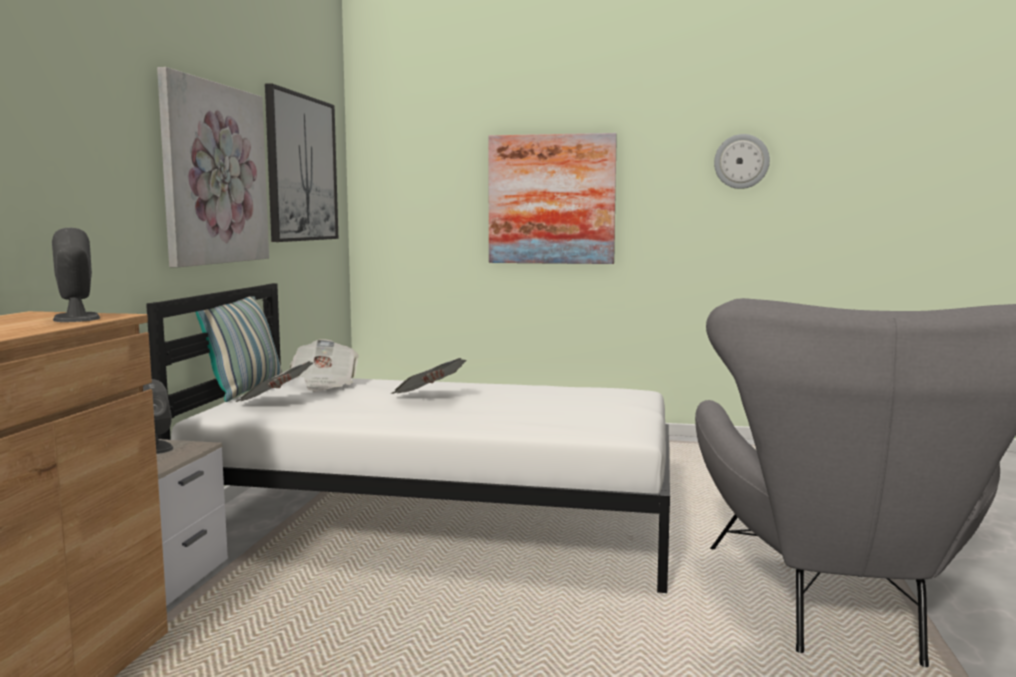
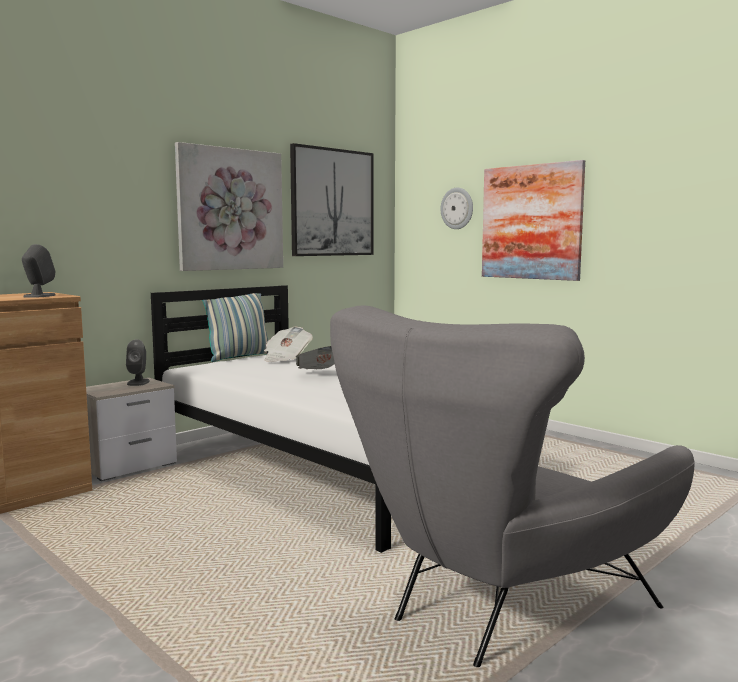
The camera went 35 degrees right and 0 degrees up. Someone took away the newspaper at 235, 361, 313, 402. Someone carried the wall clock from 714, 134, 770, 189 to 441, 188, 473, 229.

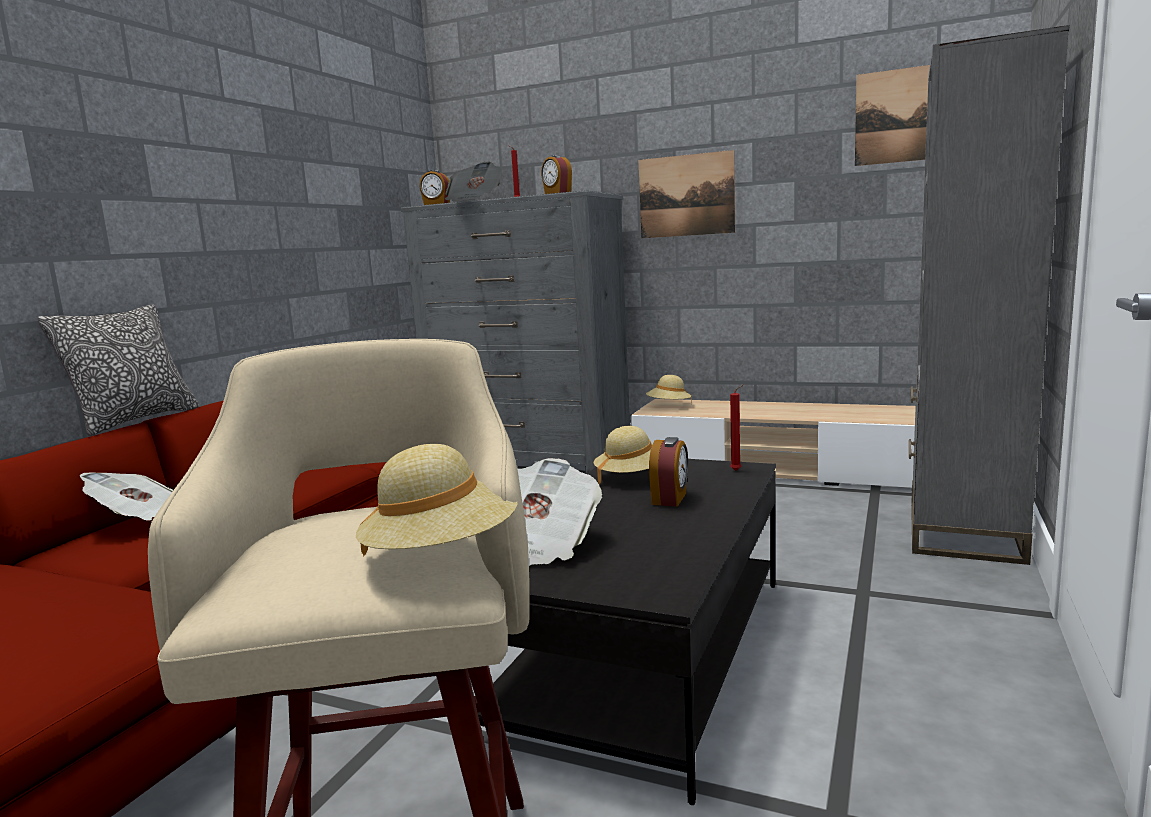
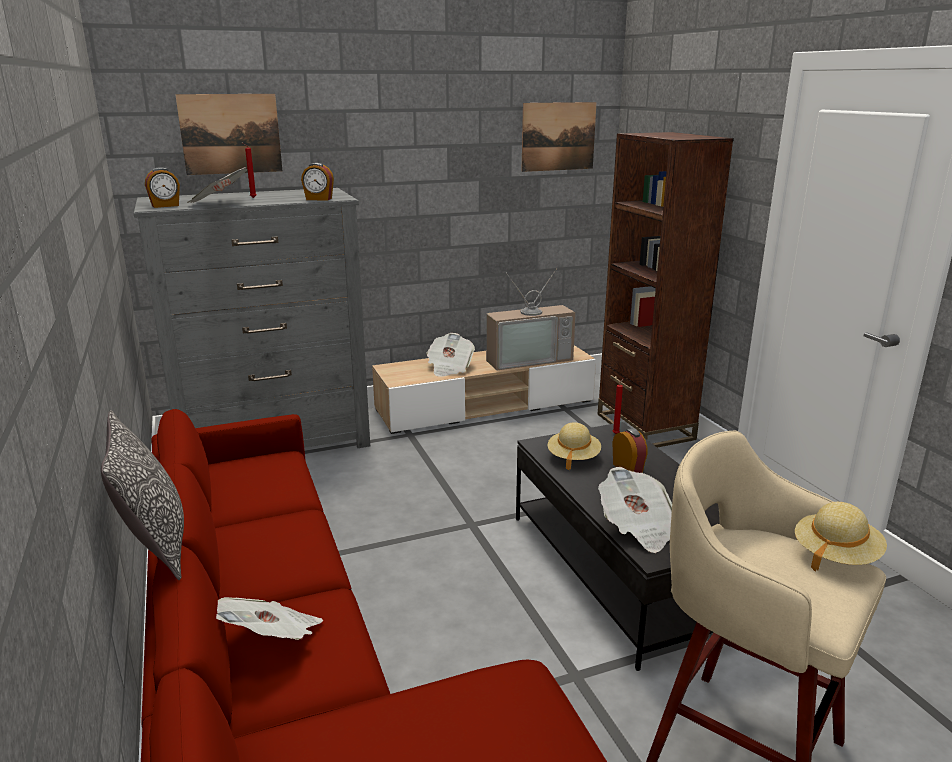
The camera went 45 degrees left and 10 degrees up. Someone carried the wall picture from 638, 150, 735, 238 to 175, 94, 282, 175. Someone took away the sand-coloured wearable hat at 646, 375, 692, 404. Someone repainted the grey bookshelf at 909, 25, 1070, 565, which became the brownish bookshelf at 598, 132, 734, 448. Someone put down the newspaper at 426, 333, 475, 377. Someone put down the television at 486, 268, 576, 370.

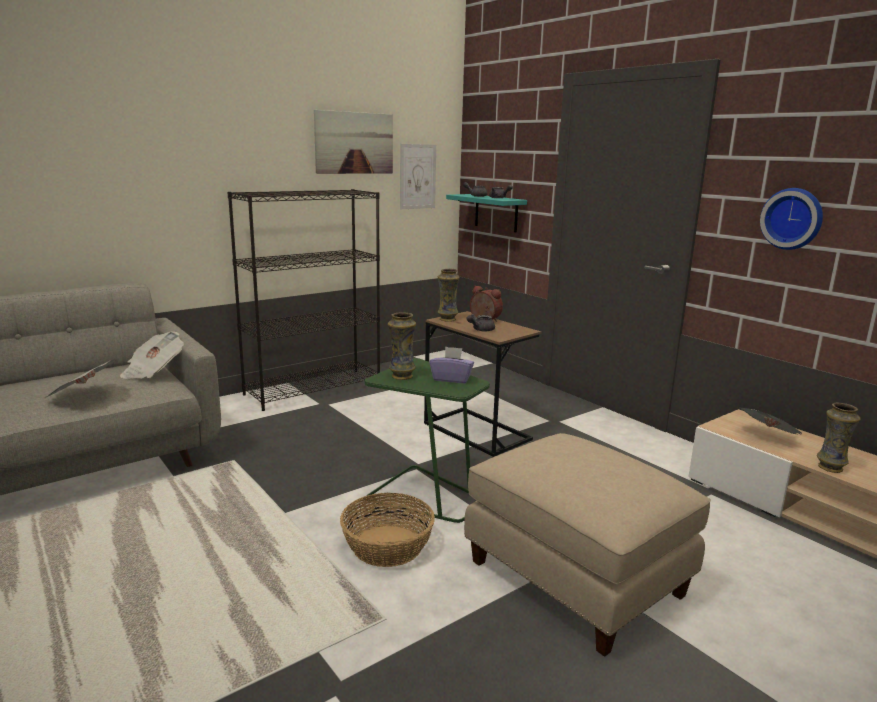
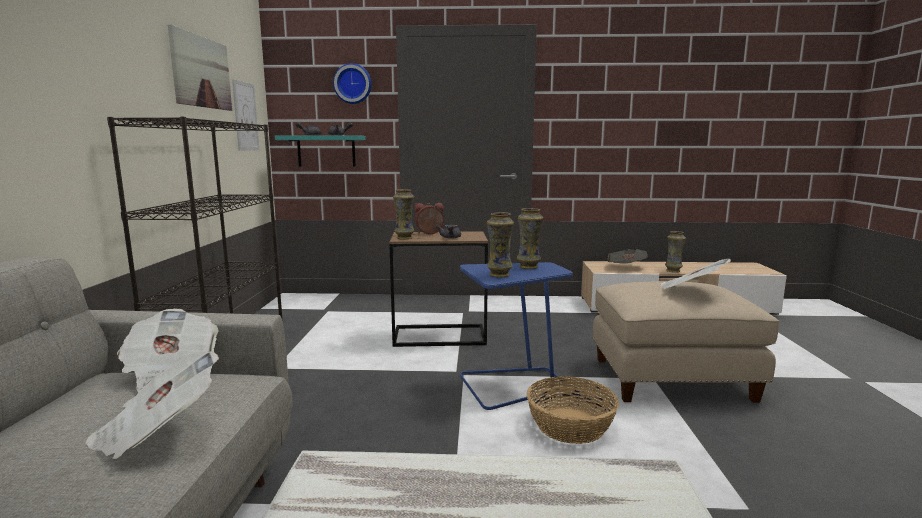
The camera went 50 degrees left and 5 degrees down. Someone repainted the green-coloured side table at 364, 358, 490, 523, which became the blue side table at 460, 262, 573, 410. Someone swapped the purple tissue holder at 429, 346, 474, 383 for the vase at 517, 208, 543, 269. Someone carried the wall clock from 760, 188, 823, 250 to 333, 63, 371, 104. Someone put down the newspaper at 660, 259, 731, 289.

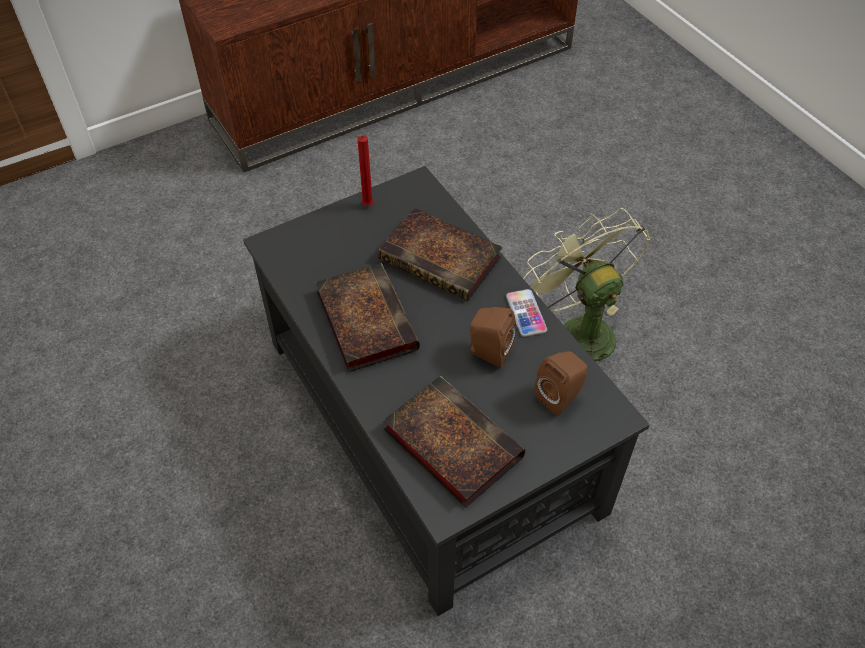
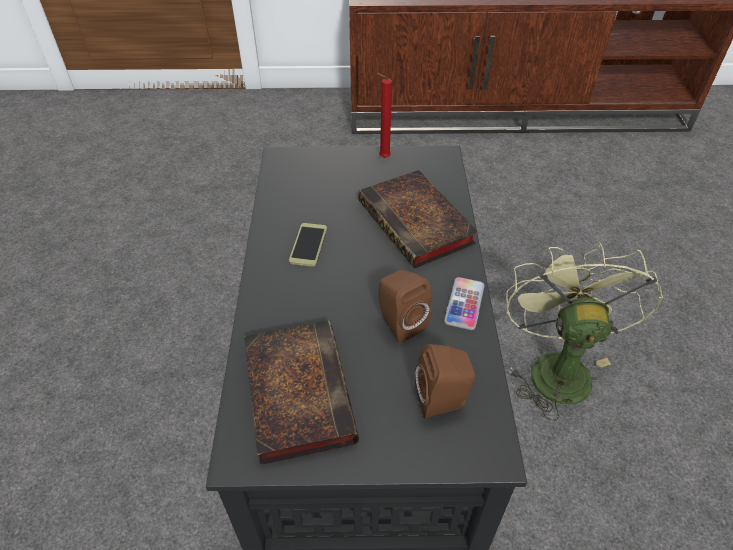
The camera went 30 degrees right and 5 degrees down. Someone swapped the bound book at 315, 263, 420, 372 for the phone at 289, 223, 327, 267.

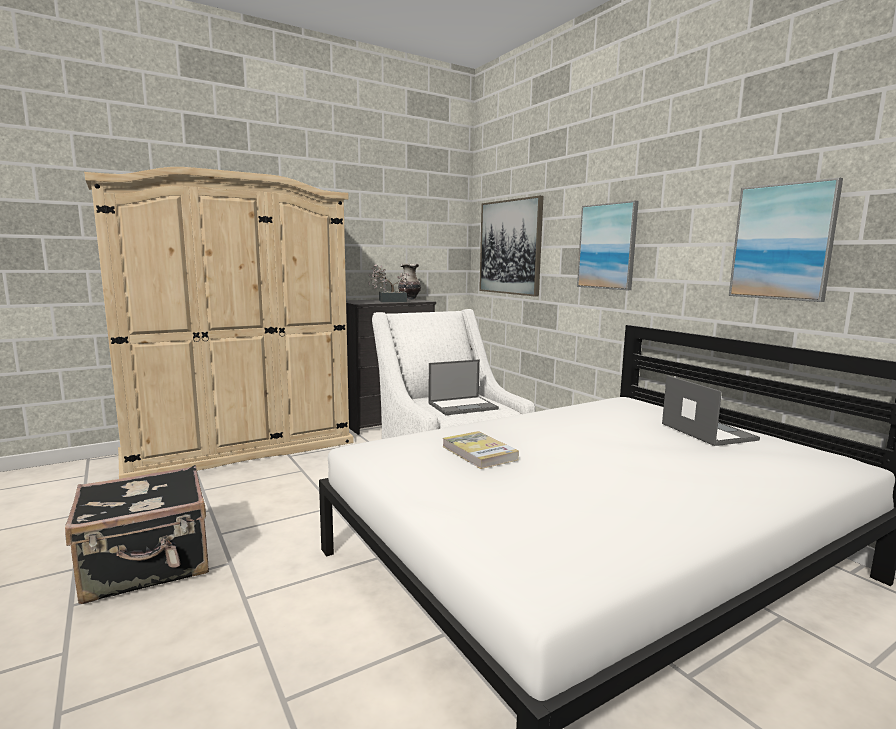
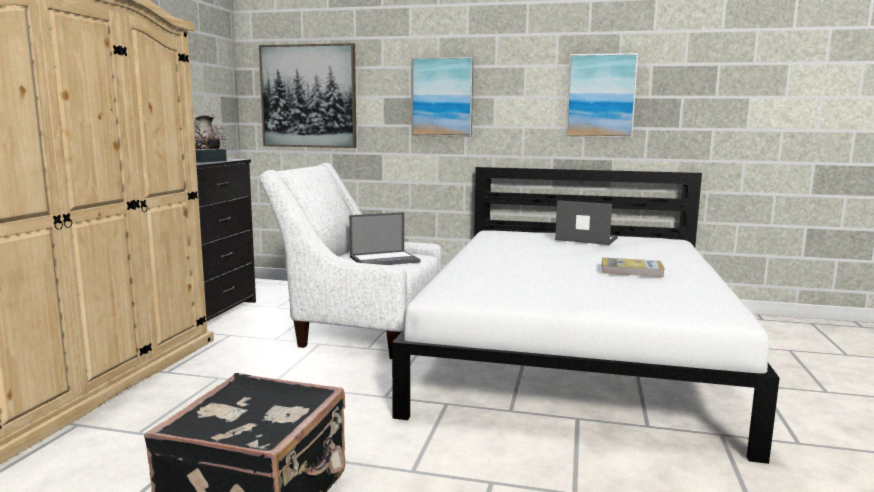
The camera went 45 degrees left and 0 degrees up. Someone rotated the notebook computer at 428, 359, 499, 415 by 45 degrees clockwise. Someone carried the bound book from 442, 431, 519, 469 to 602, 258, 665, 277.

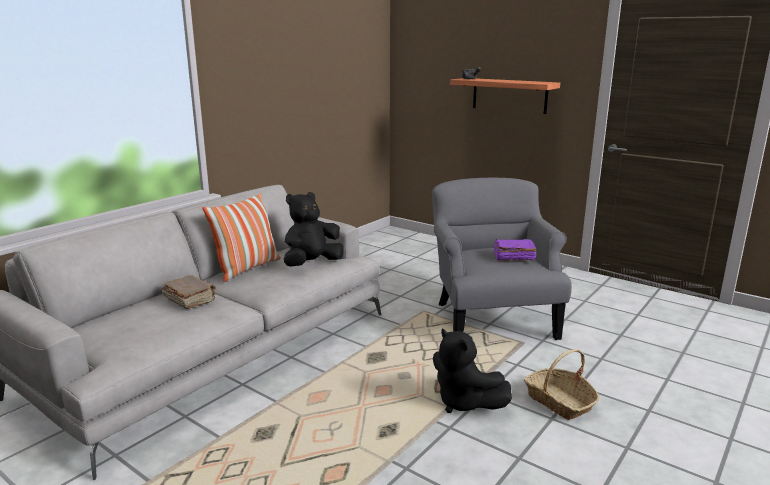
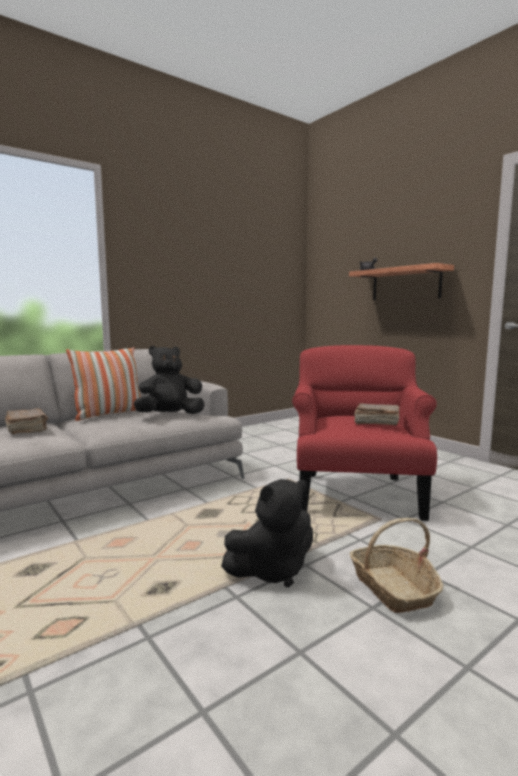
The camera went 15 degrees right and 10 degrees down. Someone repainted the grey lounge chair at 432, 178, 572, 340, which became the red-coloured lounge chair at 292, 345, 437, 521. Someone rotated the black soft toy at 433, 328, 512, 413 by 90 degrees counterclockwise. Someone repainted the purple bound book at 494, 239, 537, 261, which became the brownish bound book at 355, 403, 399, 425.

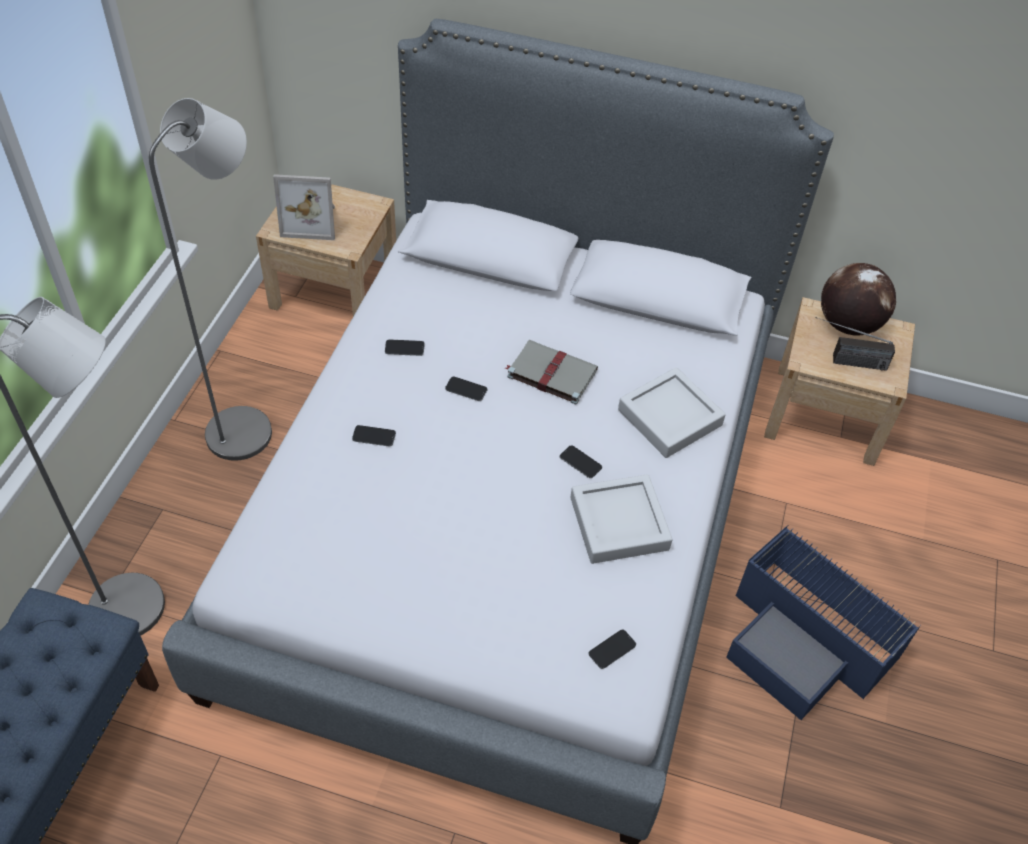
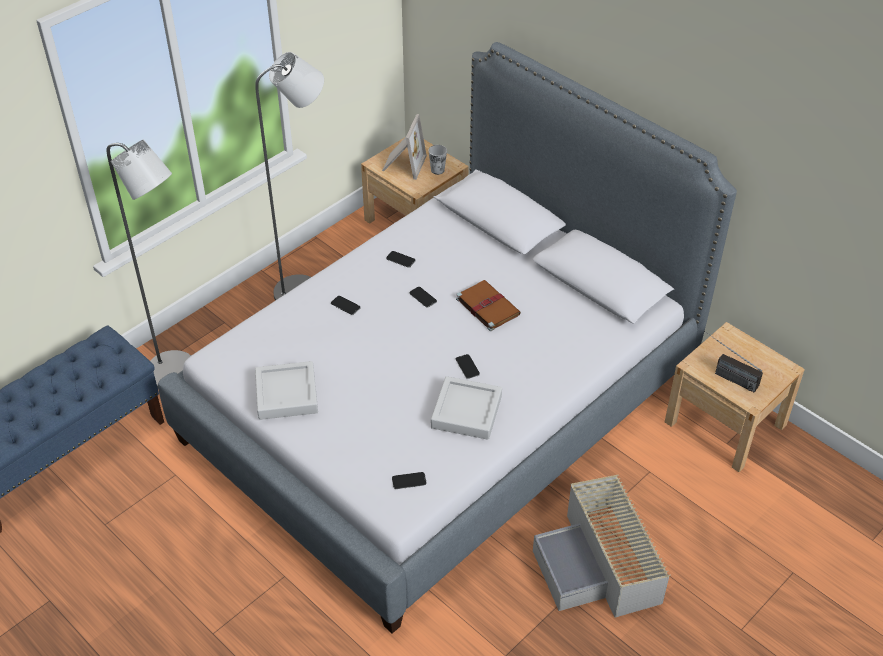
The camera went 30 degrees right and 5 degrees down. Someone rotated the photo frame at 273, 174, 335, 240 by 105 degrees counterclockwise. Someone repainted the grey bound book at 505, 340, 598, 405, which became the brownish bound book at 456, 280, 521, 331. Someone carried the grey tray from 618, 367, 726, 458 to 255, 361, 318, 420. Someone repainted the blue storage bin at 726, 525, 921, 720, which became the grey storage bin at 533, 475, 671, 618. Someone took away the globe at 821, 263, 896, 336. Someone put down the drinking cup at 428, 145, 447, 175.

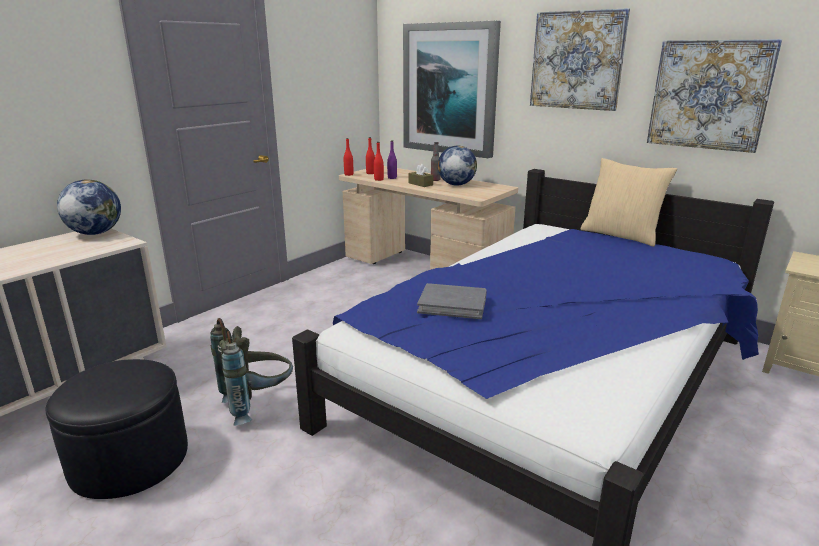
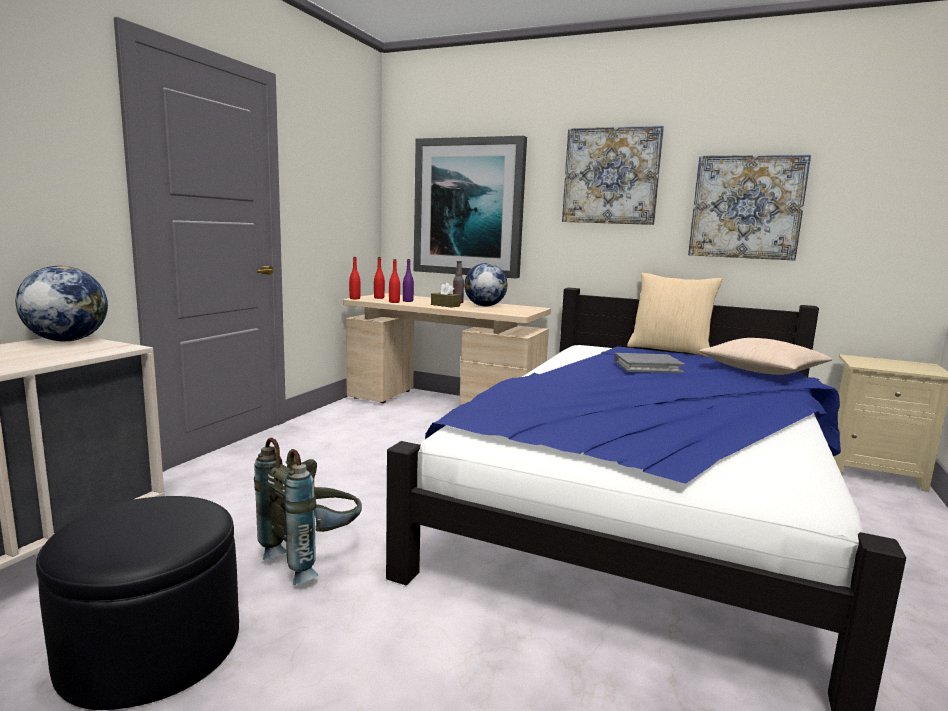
The camera went 15 degrees left and 10 degrees down. Someone carried the grey bound book from 417, 283, 487, 319 to 614, 353, 685, 373. Someone put down the sand-coloured throw pillow at 699, 338, 833, 375.

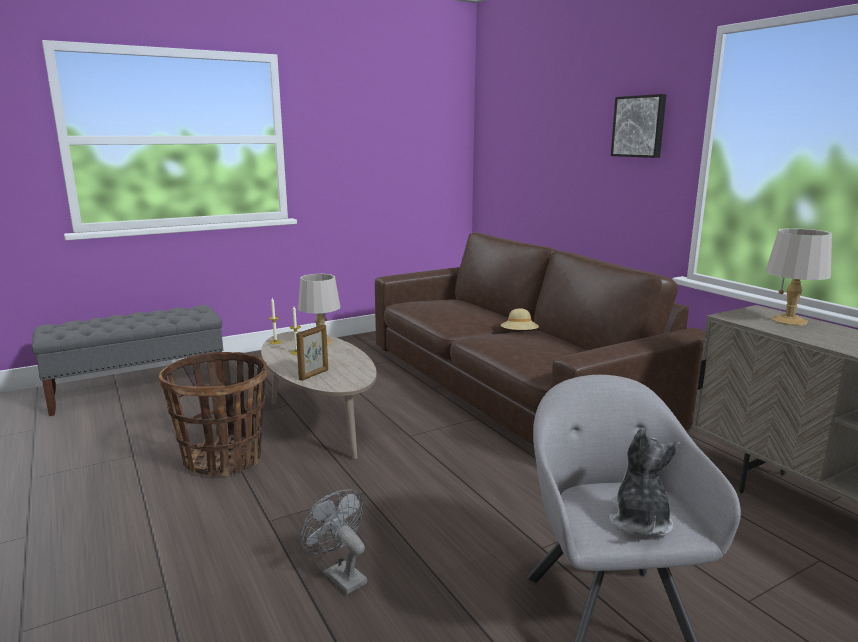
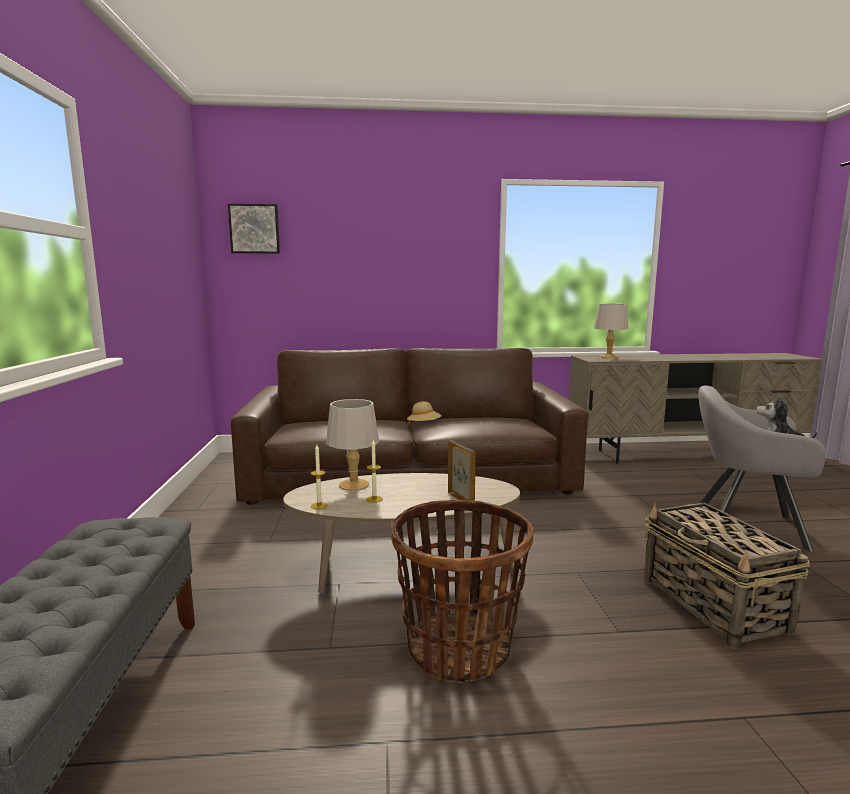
The camera went 65 degrees left and 5 degrees down. Someone swapped the grey cooling fan at 301, 489, 367, 594 for the basket at 644, 502, 810, 649. Someone carried the wall picture from 611, 94, 666, 158 to 228, 204, 280, 254.

